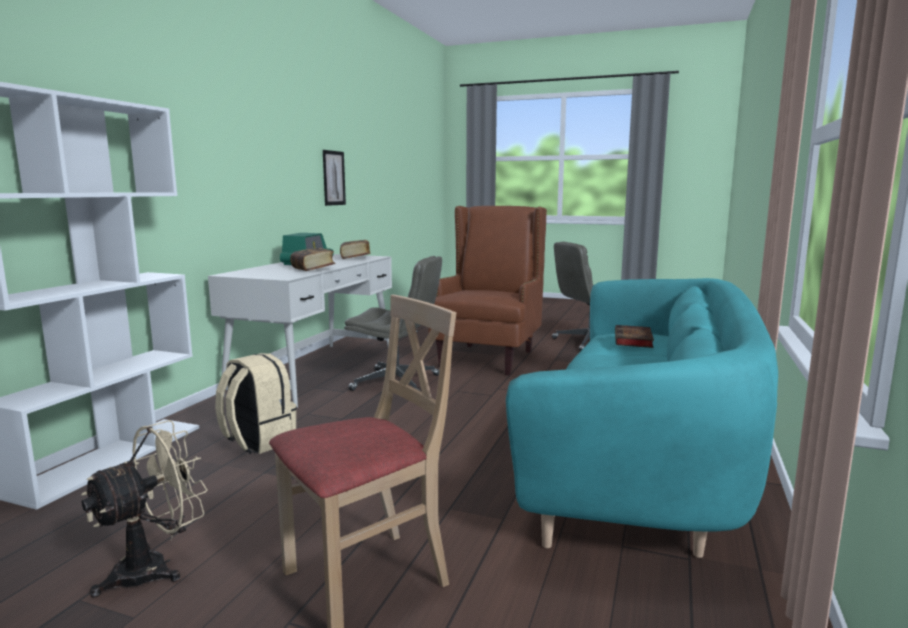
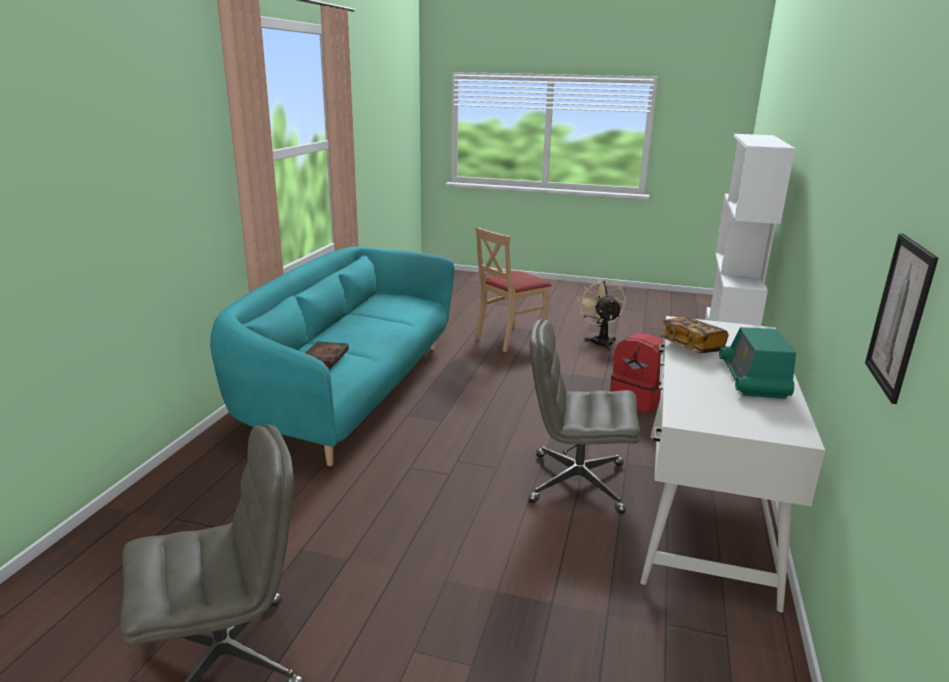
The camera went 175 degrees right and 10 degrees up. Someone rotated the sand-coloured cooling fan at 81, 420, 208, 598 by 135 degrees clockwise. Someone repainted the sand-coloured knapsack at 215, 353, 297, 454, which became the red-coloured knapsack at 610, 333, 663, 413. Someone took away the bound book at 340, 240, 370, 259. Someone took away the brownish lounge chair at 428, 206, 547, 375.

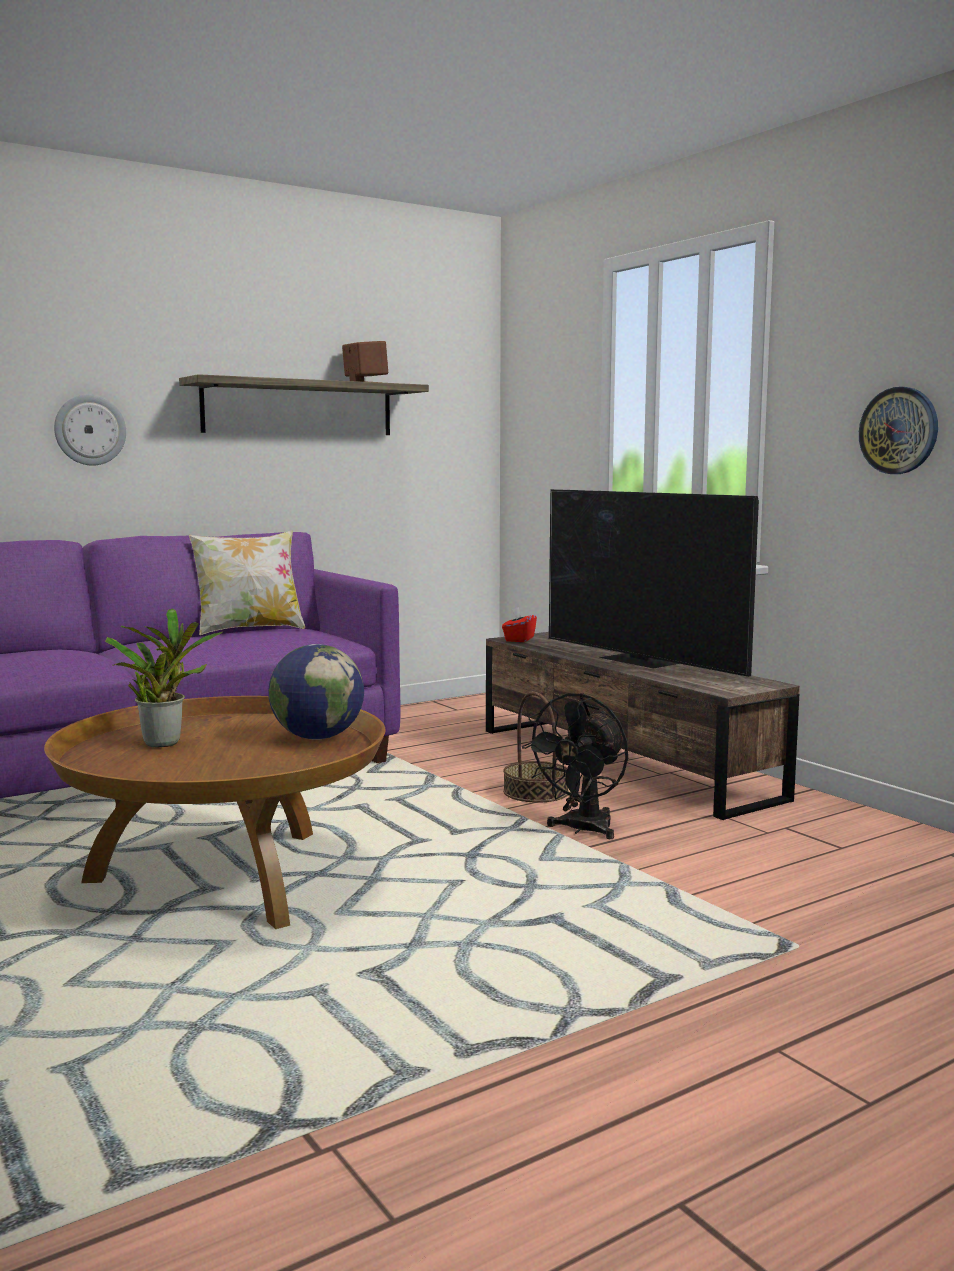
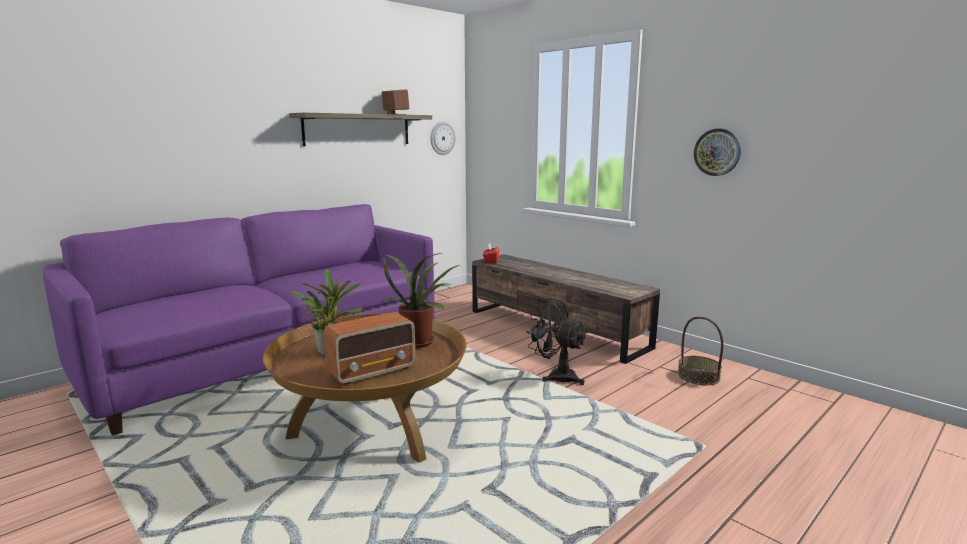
The camera went 10 degrees left and 5 degrees up. Someone carried the wall clock from 54, 394, 126, 466 to 431, 122, 456, 155. Someone took away the throw pillow at 189, 530, 305, 635. Someone swapped the globe at 268, 644, 364, 740 for the houseplant at 381, 253, 460, 348. Someone carried the basket from 503, 692, 569, 803 to 678, 316, 724, 385. Someone rotated the black cooling fan at 522, 693, 628, 839 by 105 degrees clockwise. Someone took away the television at 549, 489, 759, 677. Someone put down the radio at 323, 312, 416, 385.

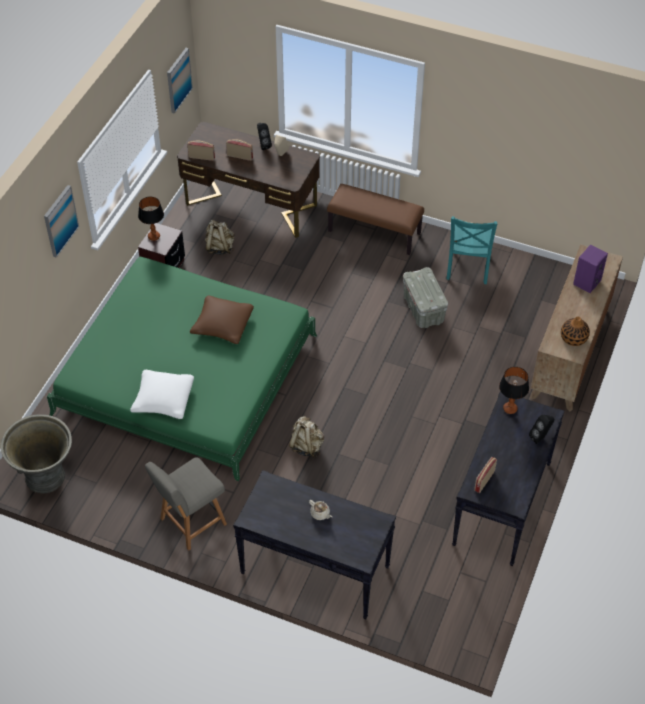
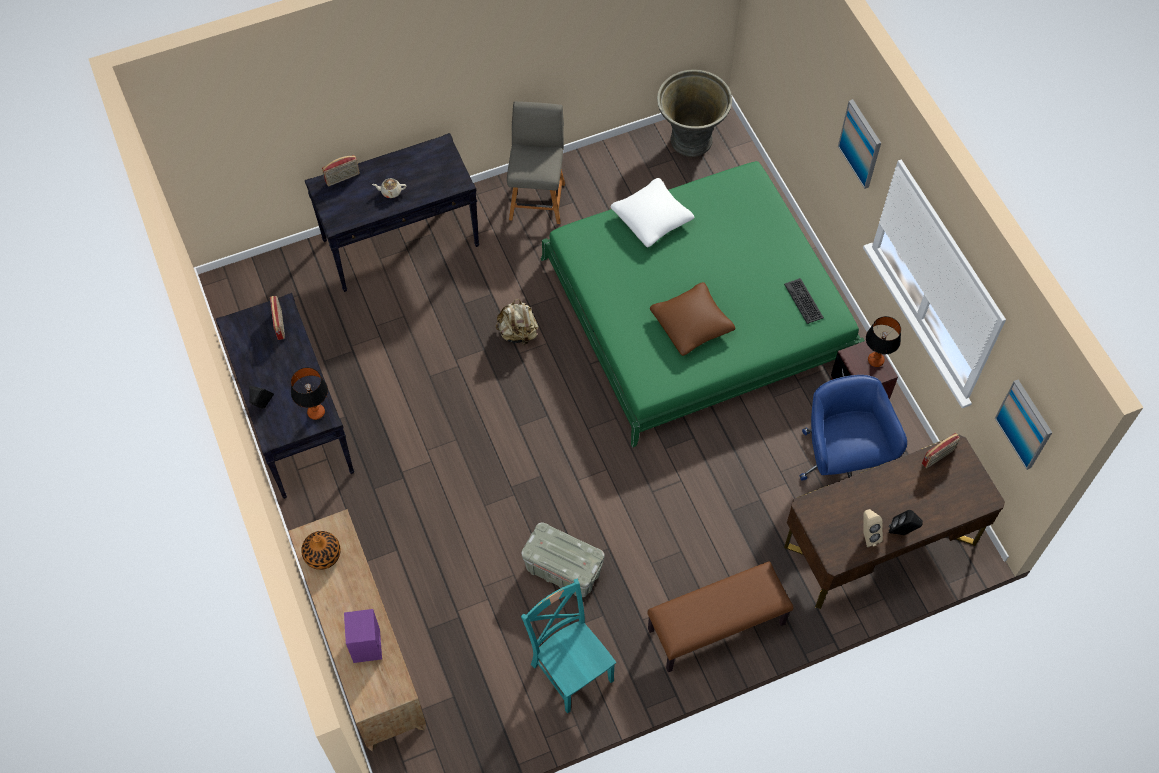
The camera went 135 degrees right and 10 degrees up. Someone swapped the sand-coloured knapsack at 205, 220, 234, 255 for the blue desk chair at 800, 375, 907, 480. Someone carried the radio from 226, 139, 253, 161 to 322, 155, 360, 186. Someone put down the keyboard at 784, 278, 824, 324.

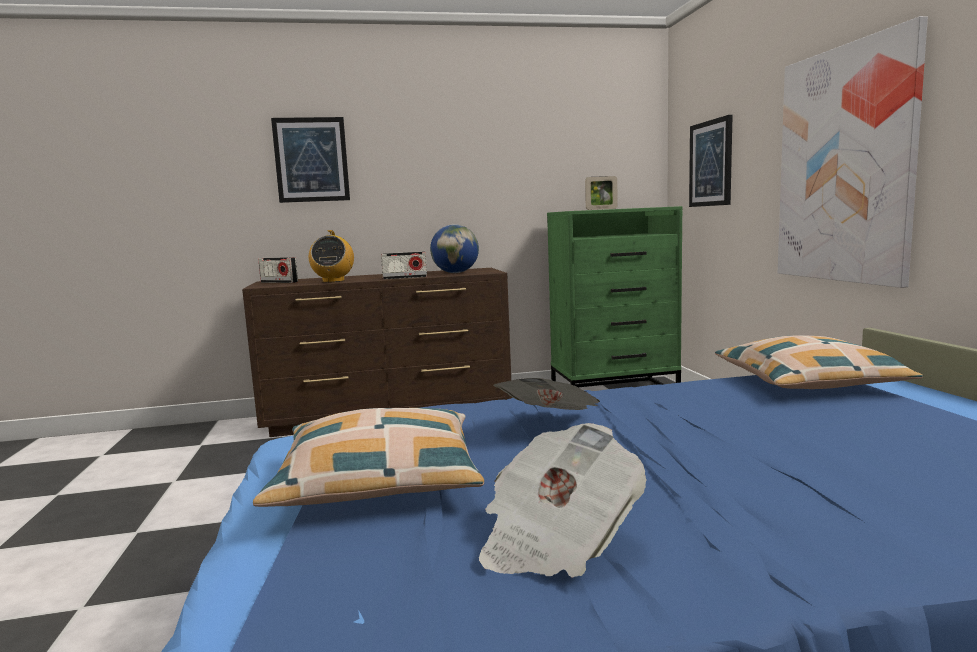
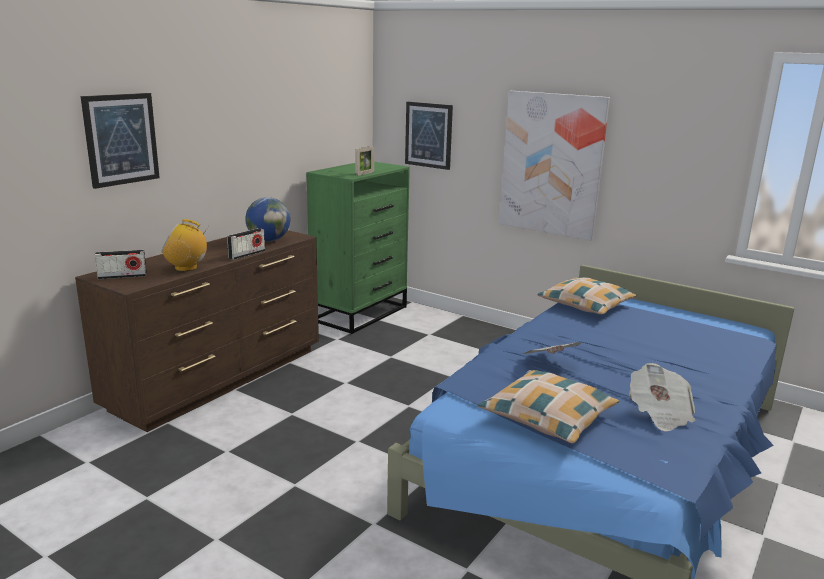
The camera went 45 degrees left and 10 degrees up. Someone rotated the radio at 309, 230, 354, 283 by 135 degrees clockwise.

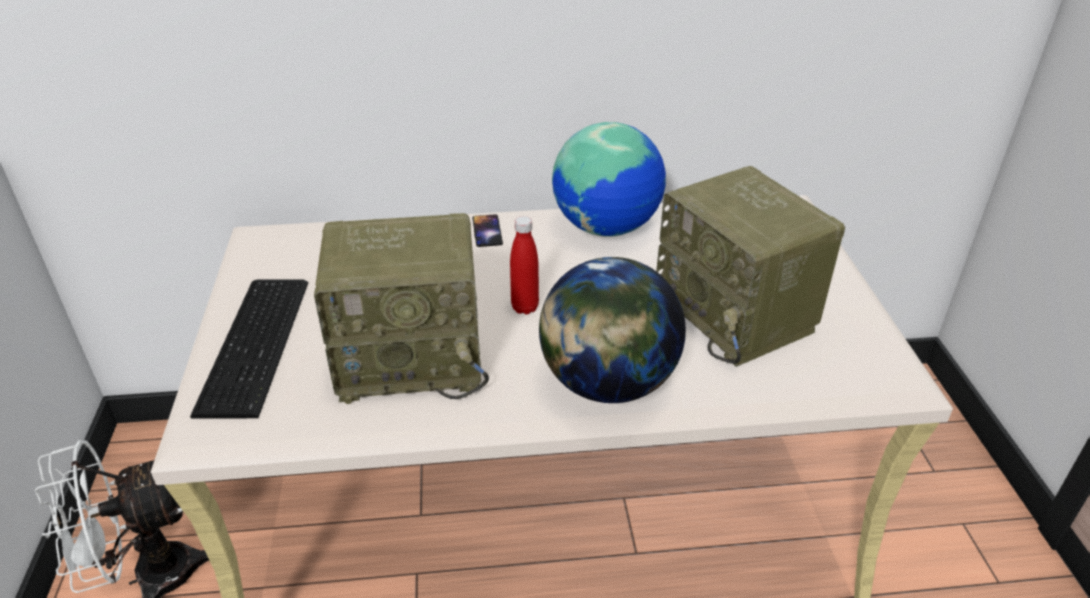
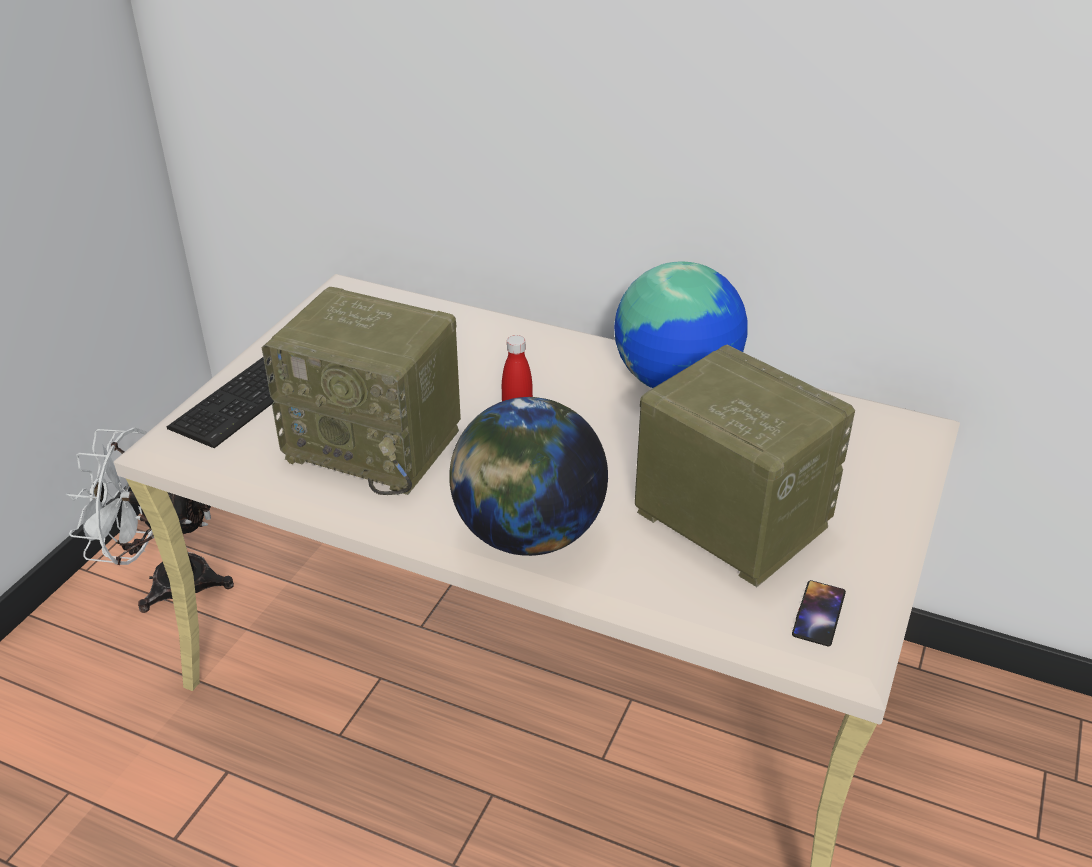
The camera went 30 degrees right and 0 degrees up. Someone carried the phone from 473, 214, 503, 247 to 792, 580, 846, 646. Someone rotated the radio at 656, 166, 845, 367 by 135 degrees clockwise.

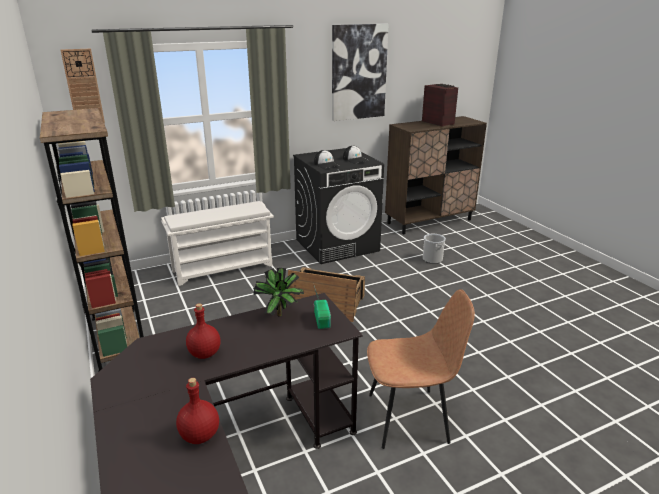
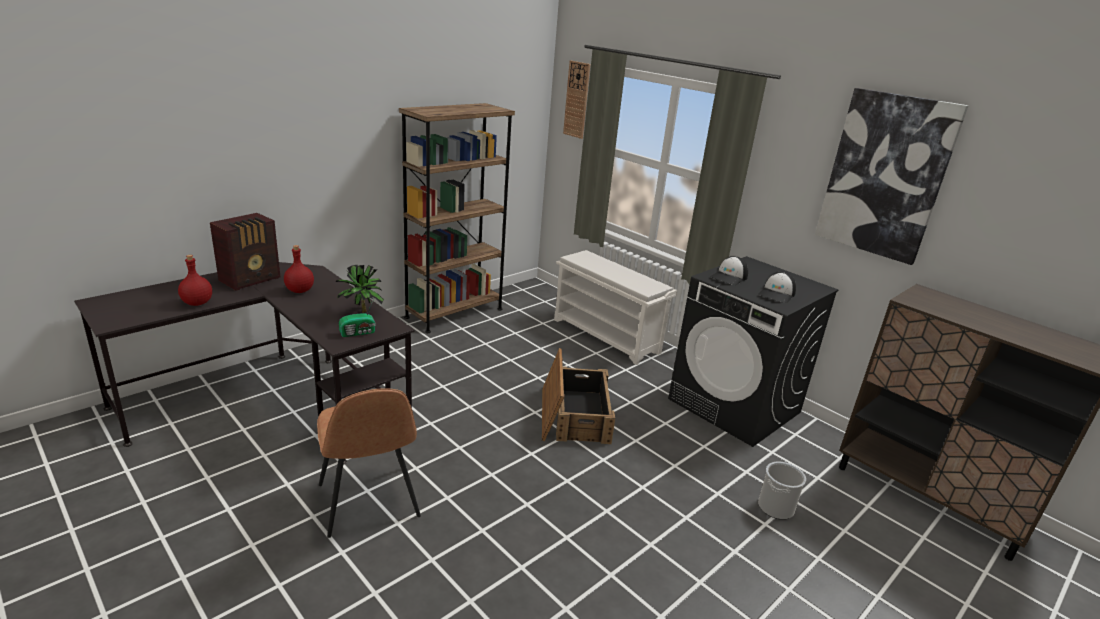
The camera went 70 degrees right and 0 degrees up. Someone carried the radio from 422, 84, 458, 127 to 210, 213, 280, 291.

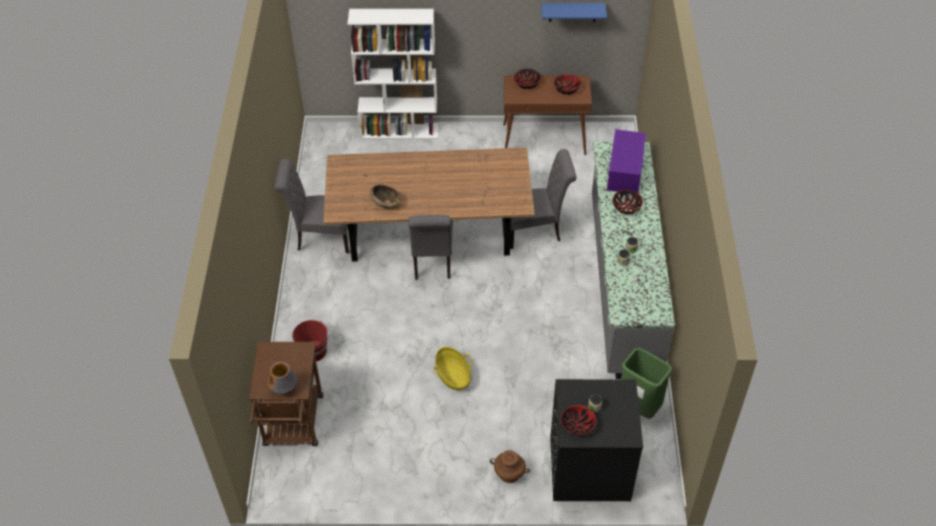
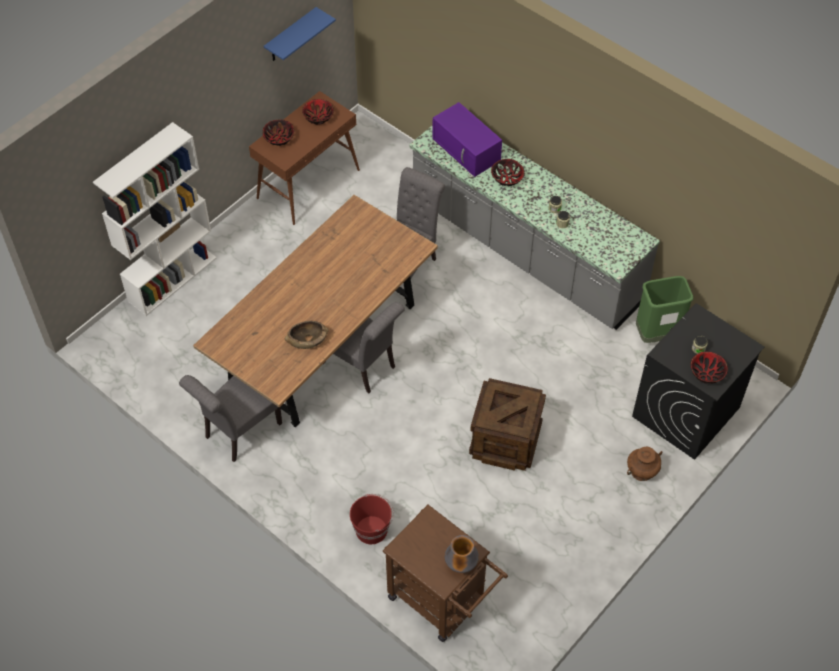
The camera went 50 degrees left and 5 degrees up. Someone swapped the basket at 433, 347, 473, 390 for the packing crate at 469, 378, 546, 471.

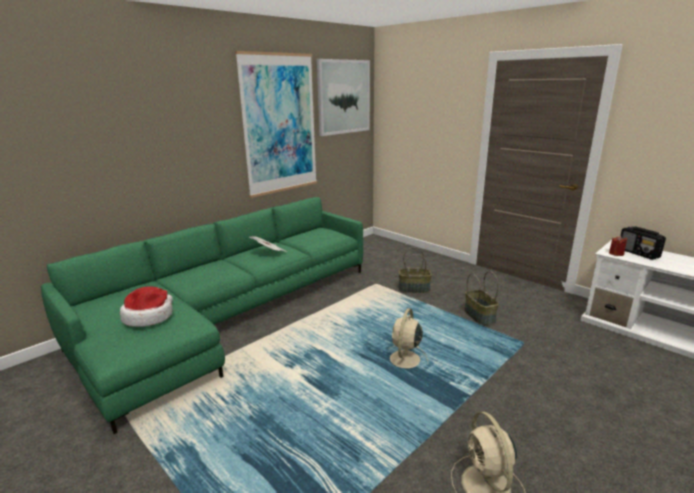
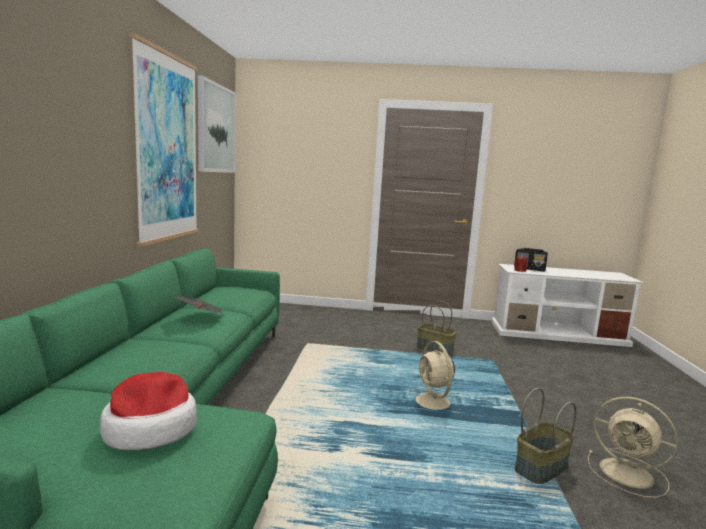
The camera went 40 degrees left and 10 degrees down. Someone carried the basket from 398, 248, 432, 293 to 515, 388, 576, 484.

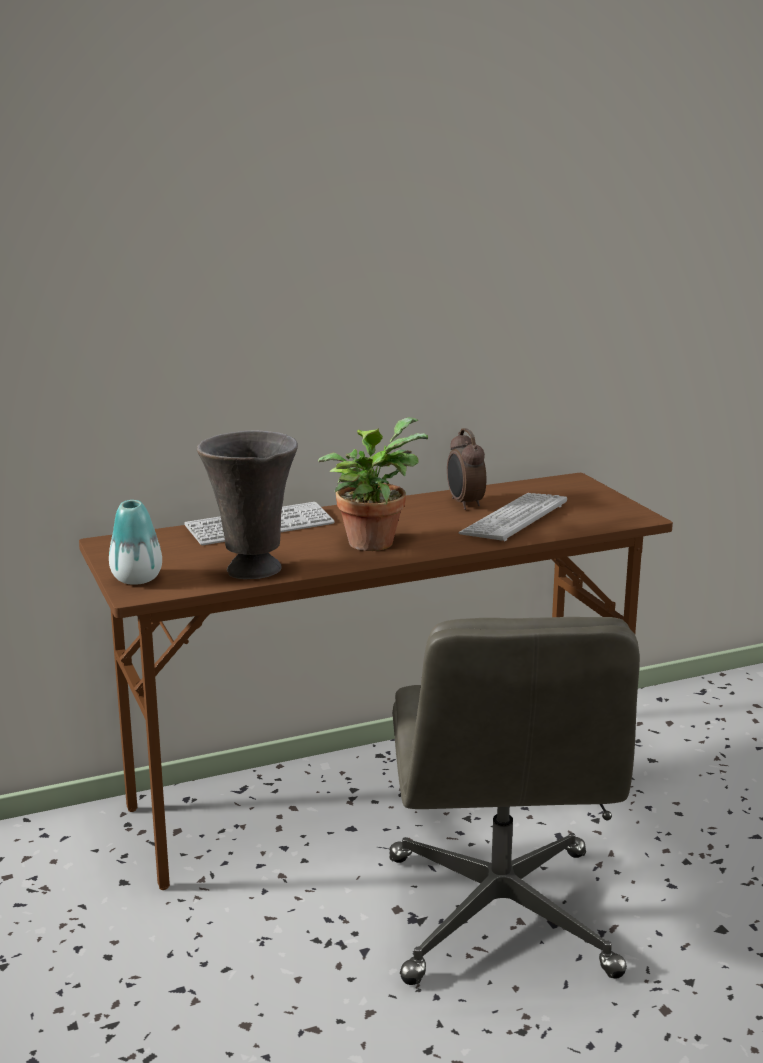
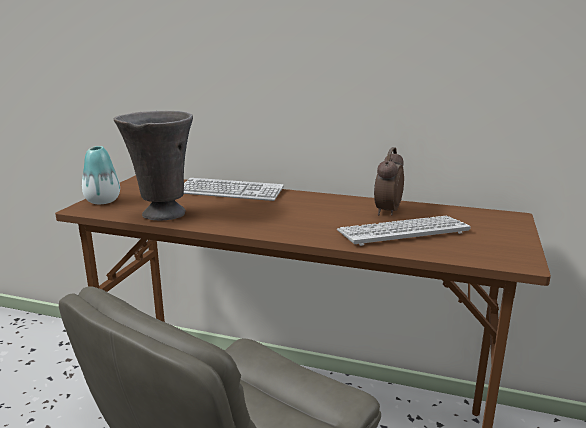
The camera went 40 degrees right and 0 degrees up. Someone took away the houseplant at 318, 417, 428, 551.

